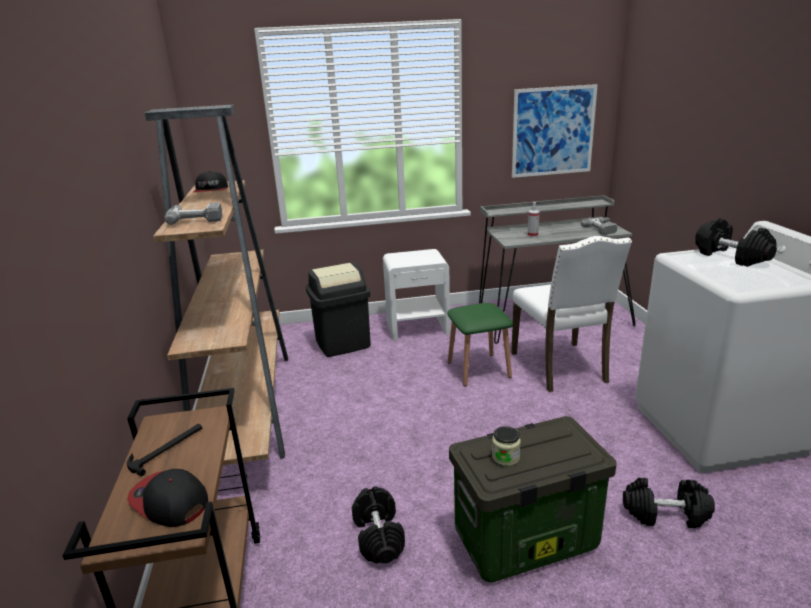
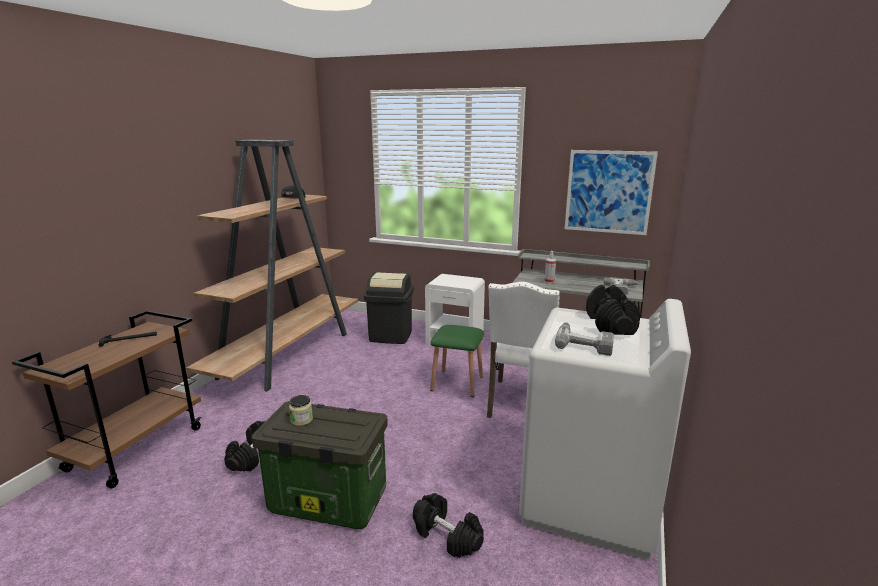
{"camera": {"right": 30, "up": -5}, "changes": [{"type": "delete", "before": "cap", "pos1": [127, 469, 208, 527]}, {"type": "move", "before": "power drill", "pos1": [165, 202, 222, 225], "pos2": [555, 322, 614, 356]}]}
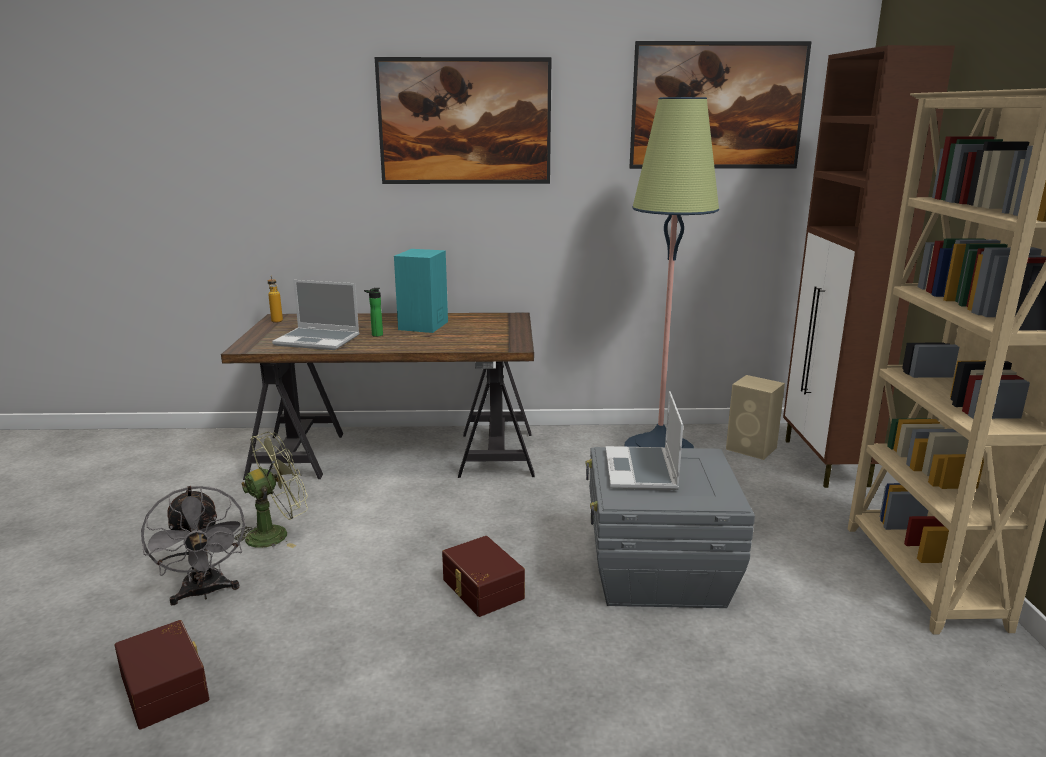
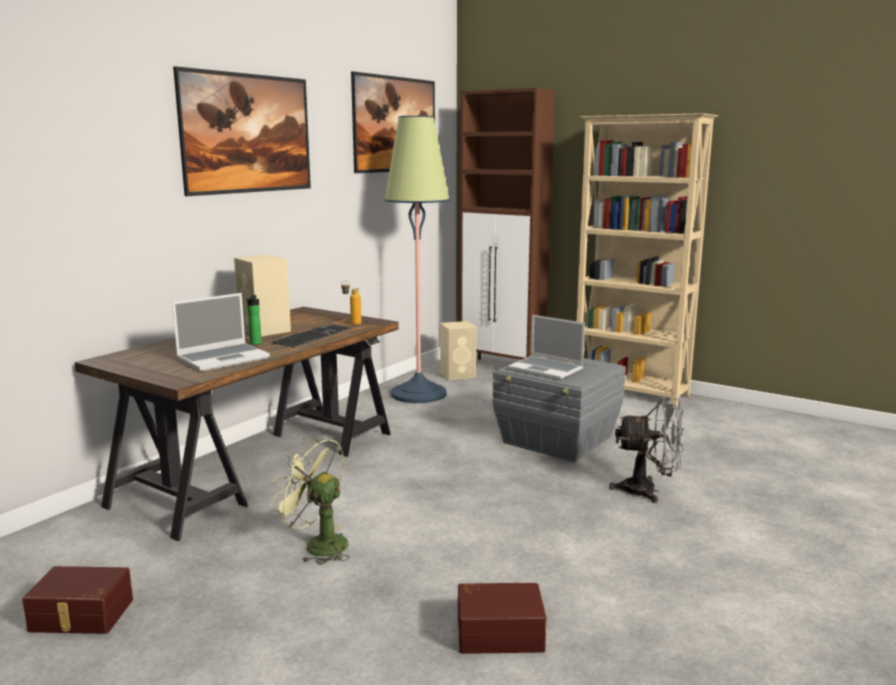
{"camera": {"right": -55, "up": -5}, "changes": [{"type": "move", "before": "grey fan", "pos1": [141, 486, 246, 605], "pos2": [609, 398, 684, 503]}, {"type": "rotate", "before": "green fan", "pos1": [234, 432, 308, 548], "pos2": [270, 436, 349, 565], "turn": -60}, {"type": "move", "before": "bottle", "pos1": [268, 275, 283, 323], "pos2": [341, 281, 362, 325]}, {"type": "recolor", "before": "turquoise speaker", "after": "beige speaker", "pos1": [394, 249, 448, 333], "pos2": [234, 255, 291, 337]}, {"type": "move", "before": "brown storage box", "pos1": [442, 536, 525, 617], "pos2": [22, 566, 133, 634]}, {"type": "insert", "after": "keyboard", "pos2": [271, 324, 352, 348]}]}
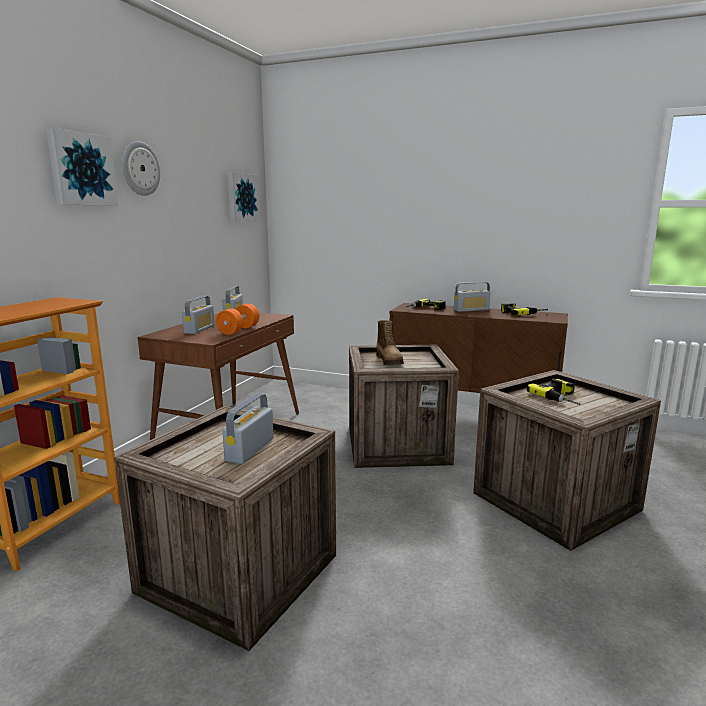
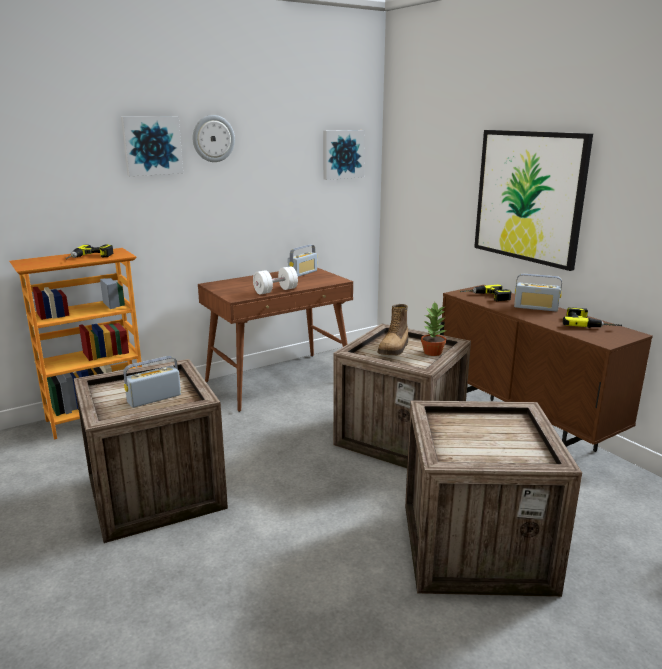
{"camera": {"right": 35, "up": 5}, "changes": [{"type": "delete", "before": "radio", "pos1": [182, 296, 215, 334]}, {"type": "recolor", "before": "orange dumbbell", "after": "white dumbbell", "pos1": [216, 303, 259, 335], "pos2": [253, 266, 298, 294]}, {"type": "move", "before": "power drill", "pos1": [527, 378, 581, 405], "pos2": [65, 244, 114, 259]}, {"type": "insert", "after": "potted plant", "pos2": [421, 303, 447, 356]}, {"type": "insert", "after": "picture", "pos2": [474, 130, 593, 271]}]}
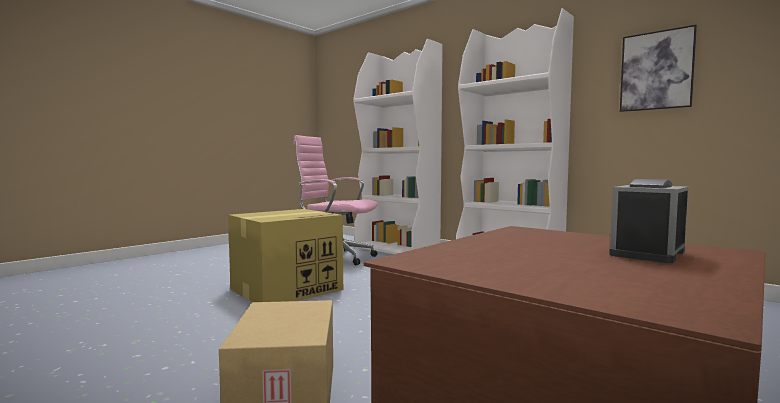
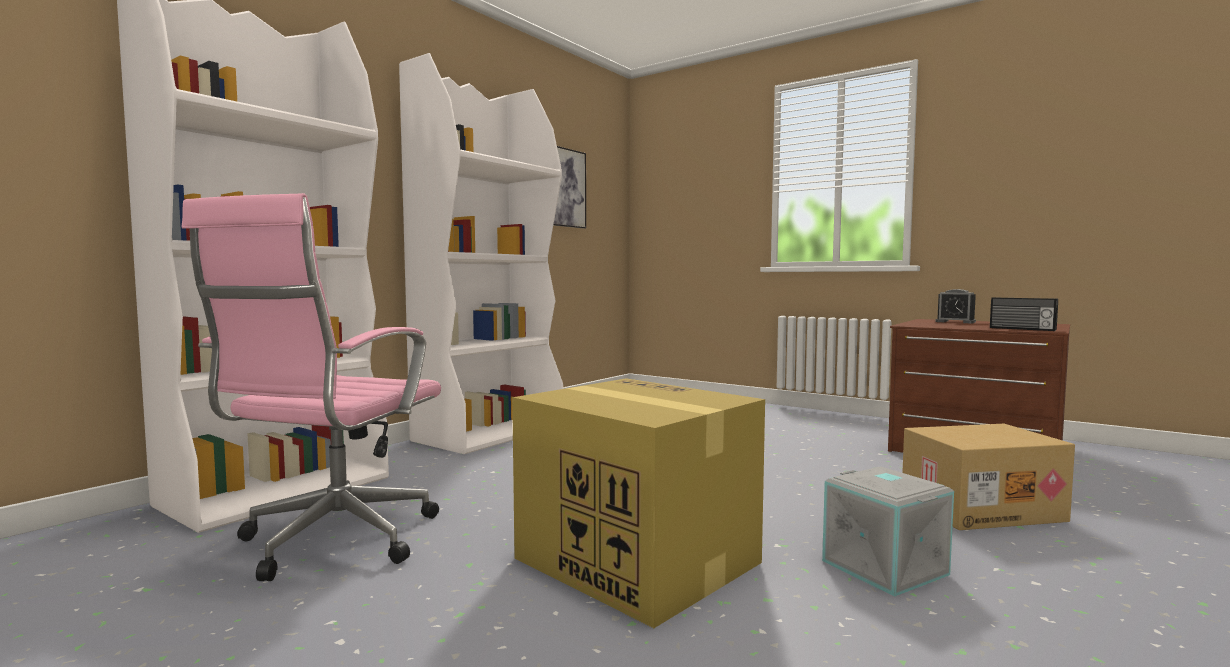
{"camera": {"right": -95, "up": 0}, "changes": [{"type": "insert", "after": "grey storage box", "pos2": [822, 466, 954, 597]}, {"type": "insert", "after": "radio", "pos2": [990, 297, 1058, 331]}]}
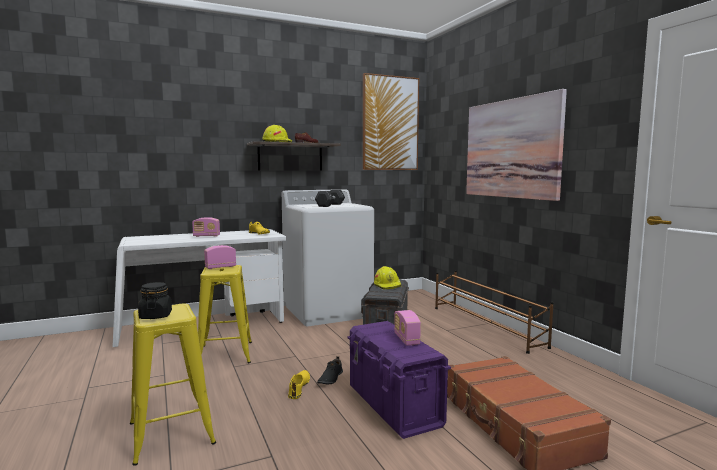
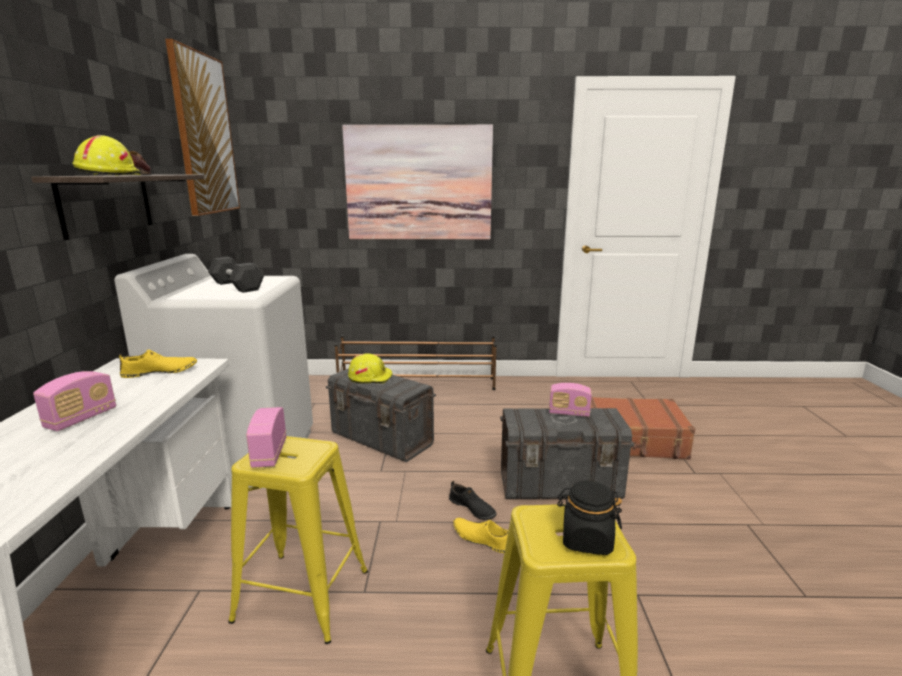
{"camera": {"right": -65, "up": 10}, "changes": [{"type": "recolor", "before": "purple storage box", "after": "grey storage box", "pos1": [347, 321, 451, 439], "pos2": [500, 408, 634, 499]}]}
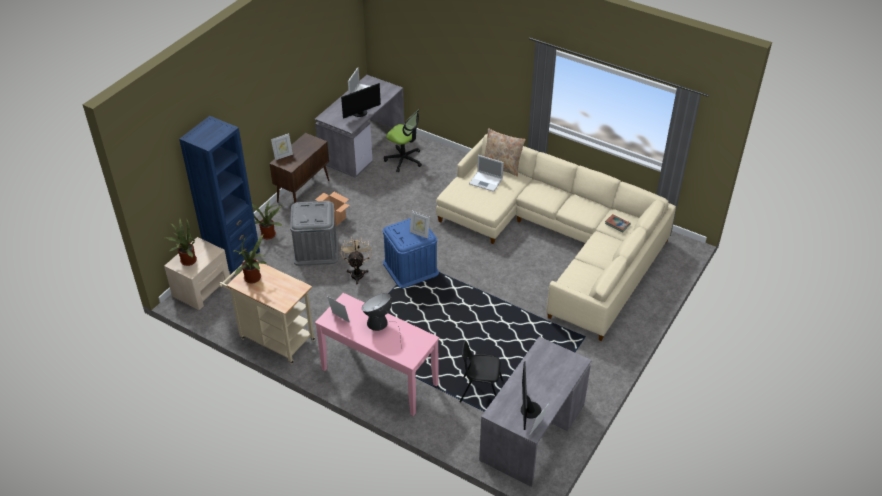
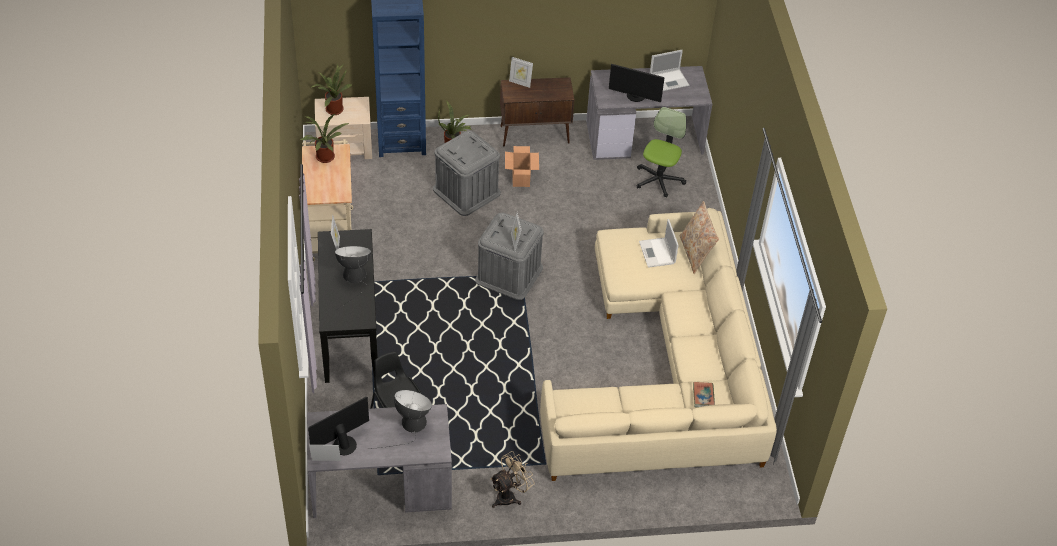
{"camera": {"right": 50, "up": 5}, "changes": [{"type": "recolor", "before": "pink console table", "after": "black console table", "pos1": [315, 293, 439, 416], "pos2": [318, 229, 378, 383]}, {"type": "move", "before": "beige fan", "pos1": [341, 237, 372, 285], "pos2": [490, 451, 535, 508]}, {"type": "recolor", "before": "blue storage box", "after": "grey storage box", "pos1": [383, 218, 439, 288], "pos2": [475, 213, 544, 300]}, {"type": "rotate", "before": "office chair", "pos1": [384, 109, 422, 172], "pos2": [637, 107, 686, 198], "turn": -150}, {"type": "insert", "after": "table lamp", "pos2": [370, 390, 432, 449]}]}
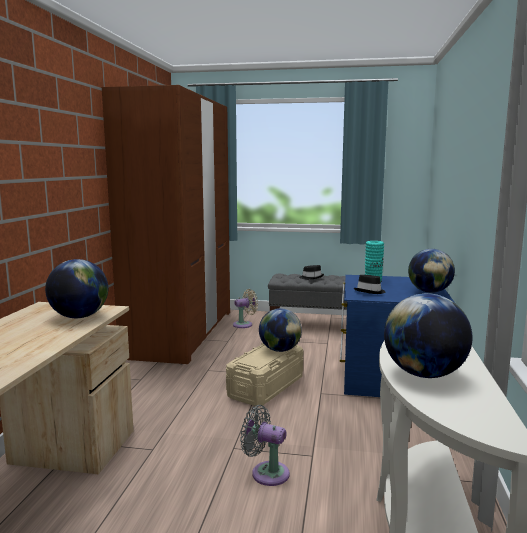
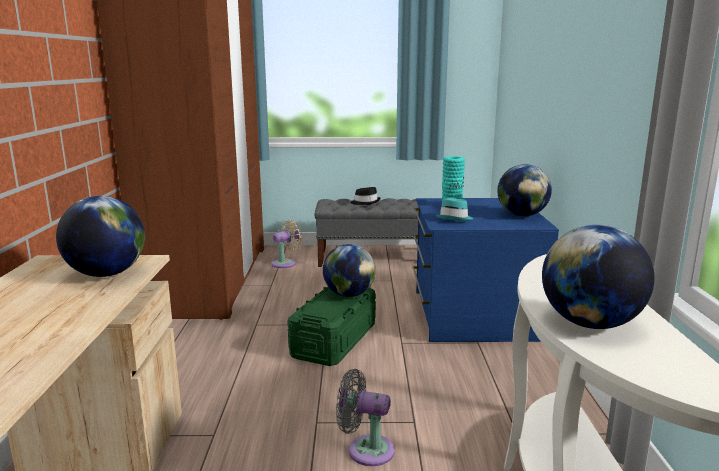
{"camera": {"right": -10, "up": 5}, "changes": [{"type": "recolor", "before": "beige storage box", "after": "green storage box", "pos1": [226, 343, 303, 406], "pos2": [287, 287, 376, 366]}, {"type": "recolor", "before": "black hat", "after": "turquoise hat", "pos1": [354, 275, 385, 294], "pos2": [436, 198, 473, 221]}]}
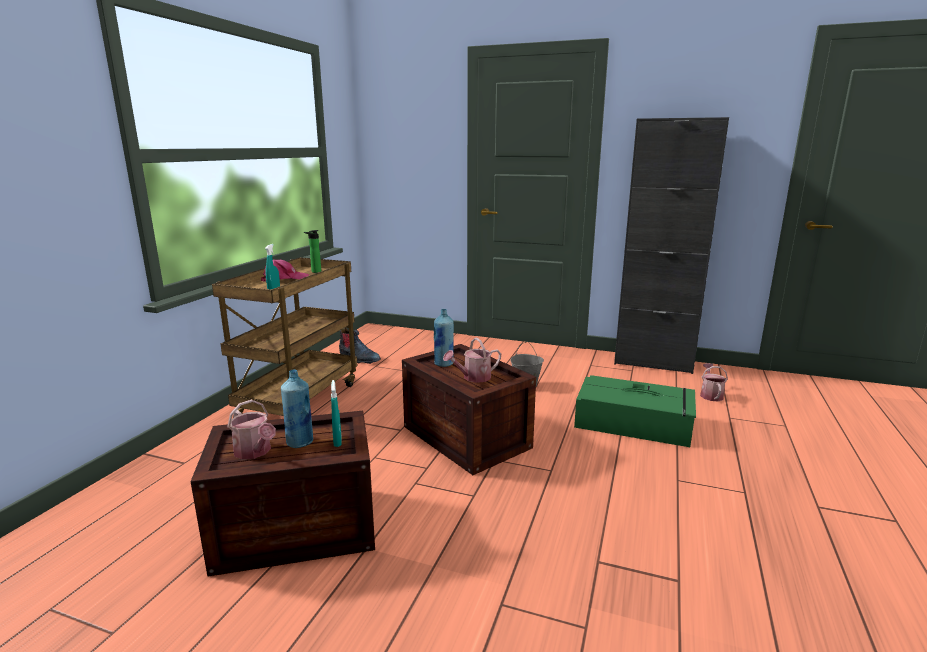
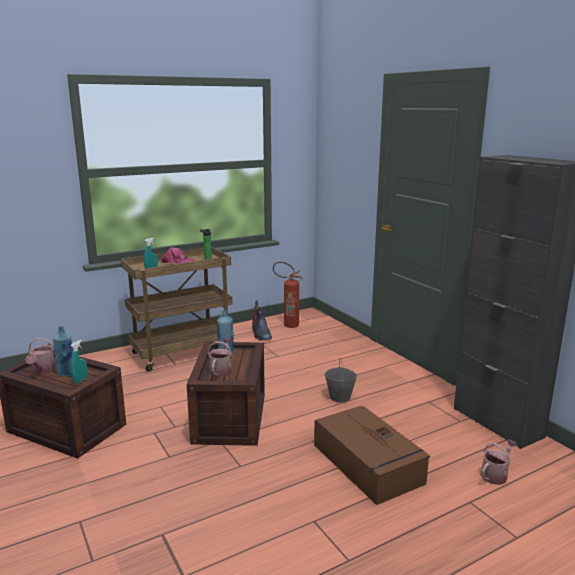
{"camera": {"right": 40, "up": 0}, "changes": [{"type": "rotate", "before": "watering can", "pos1": [443, 338, 501, 383], "pos2": [208, 338, 233, 378], "turn": 90}, {"type": "recolor", "before": "green storage box", "after": "brown storage box", "pos1": [574, 375, 696, 447], "pos2": [314, 406, 430, 505]}, {"type": "insert", "after": "fire extinguisher", "pos2": [273, 262, 302, 328]}]}
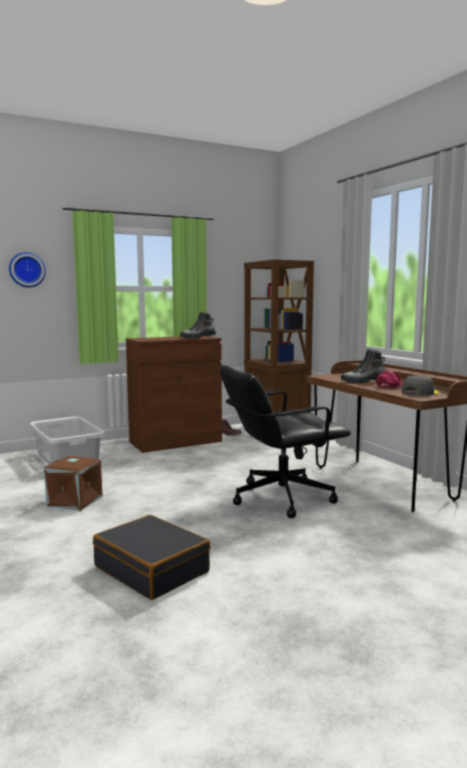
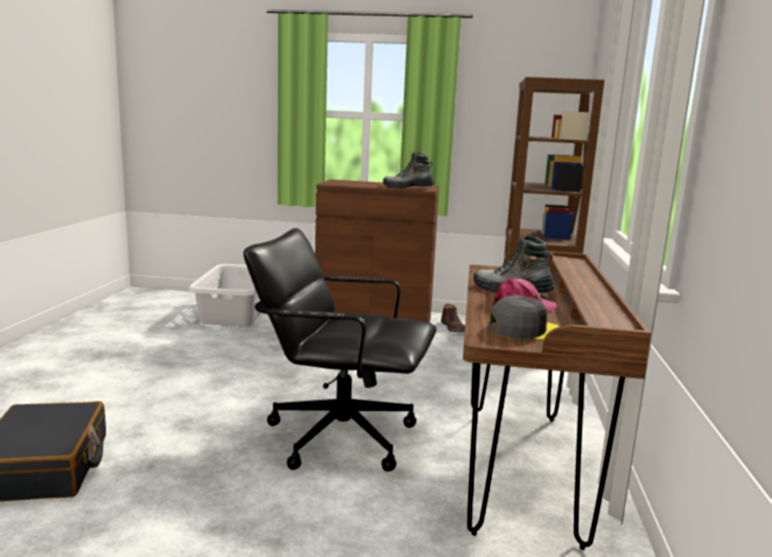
{"camera": {"right": 35, "up": 5}, "changes": [{"type": "delete", "before": "wall clock", "pos1": [9, 252, 46, 287]}, {"type": "delete", "before": "brown storage box", "pos1": [44, 456, 103, 511]}]}
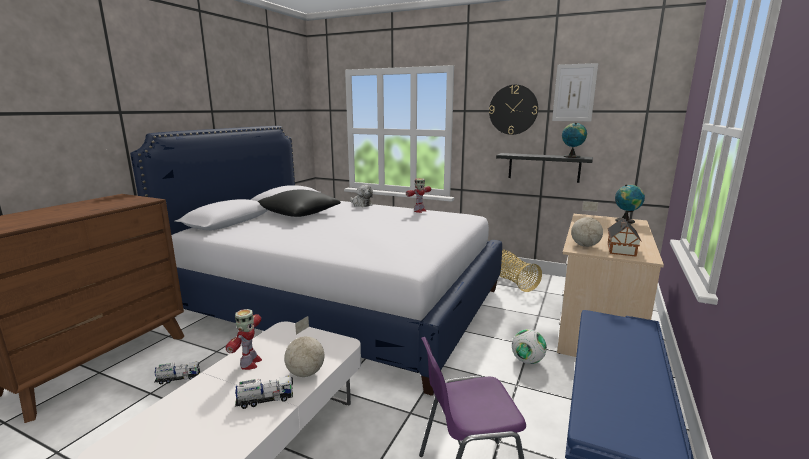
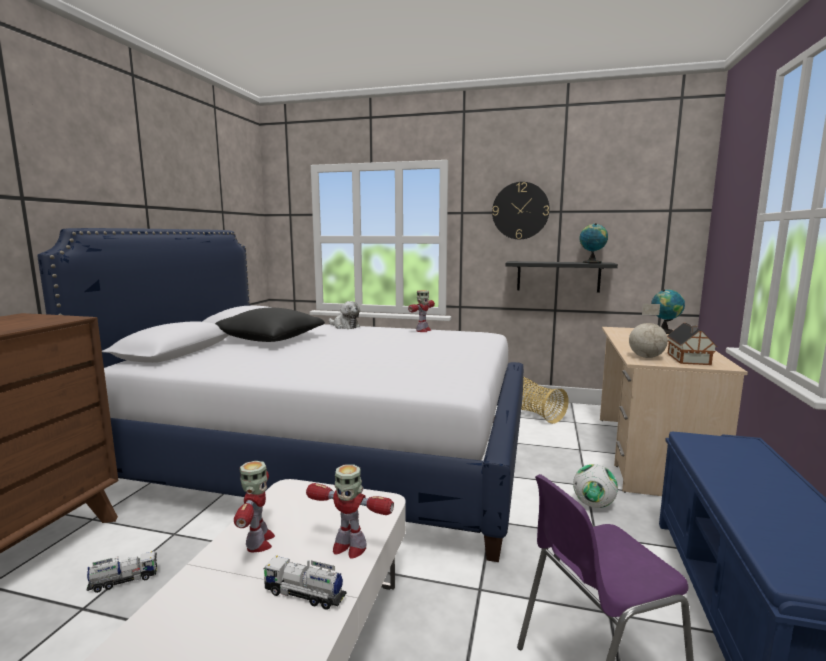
{"camera": {"right": -10, "up": -5}, "changes": [{"type": "rotate", "before": "toy truck", "pos1": [235, 376, 293, 409], "pos2": [263, 556, 347, 610], "turn": -135}, {"type": "replace", "before": "globe", "after": "toy robot", "pos1": [284, 316, 324, 377], "pos2": [306, 464, 394, 559]}, {"type": "delete", "before": "picture", "pos1": [552, 63, 598, 121]}]}
